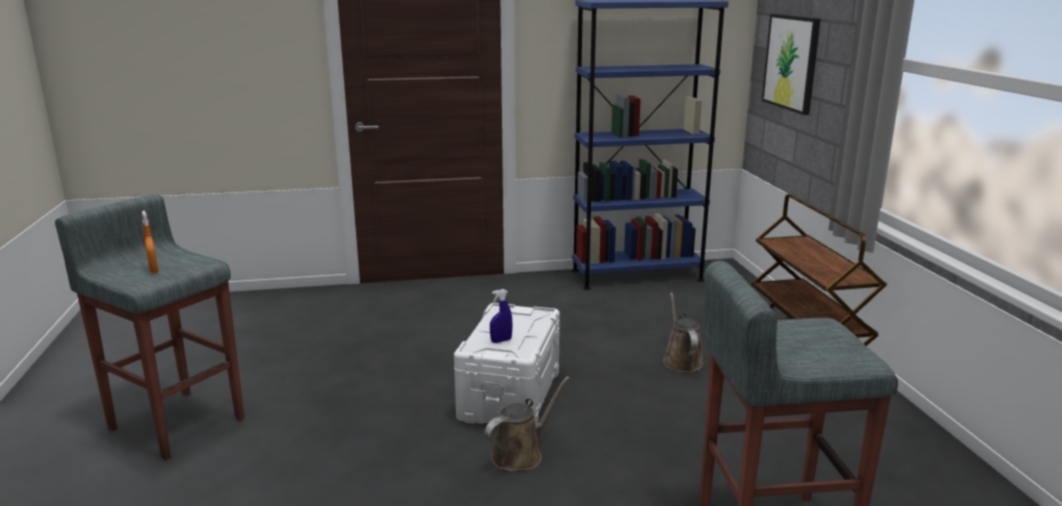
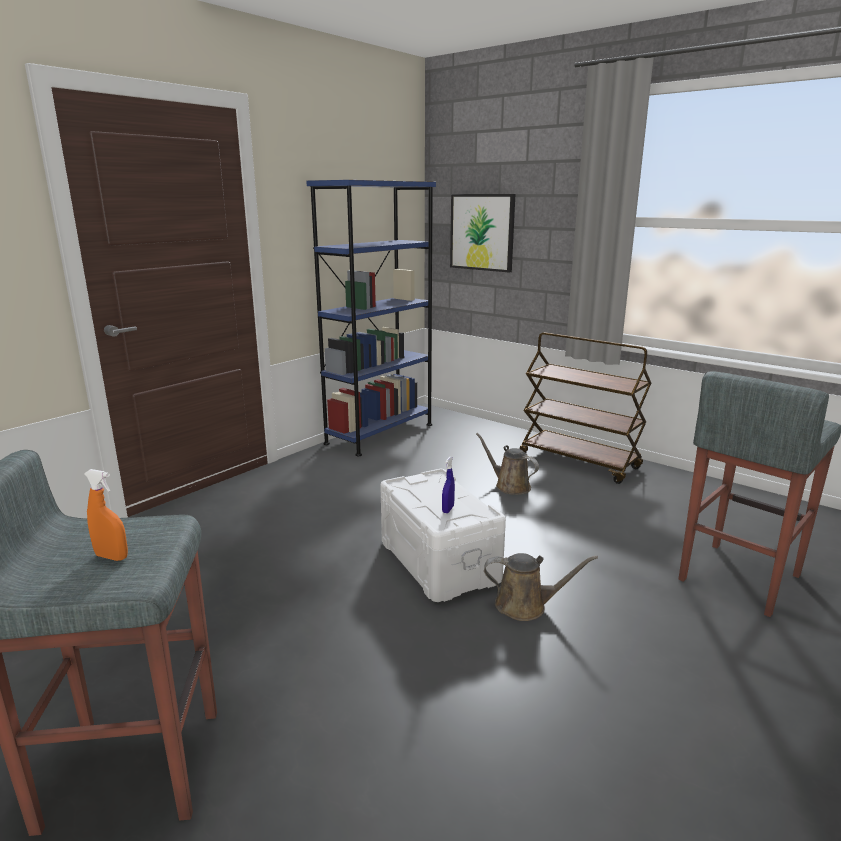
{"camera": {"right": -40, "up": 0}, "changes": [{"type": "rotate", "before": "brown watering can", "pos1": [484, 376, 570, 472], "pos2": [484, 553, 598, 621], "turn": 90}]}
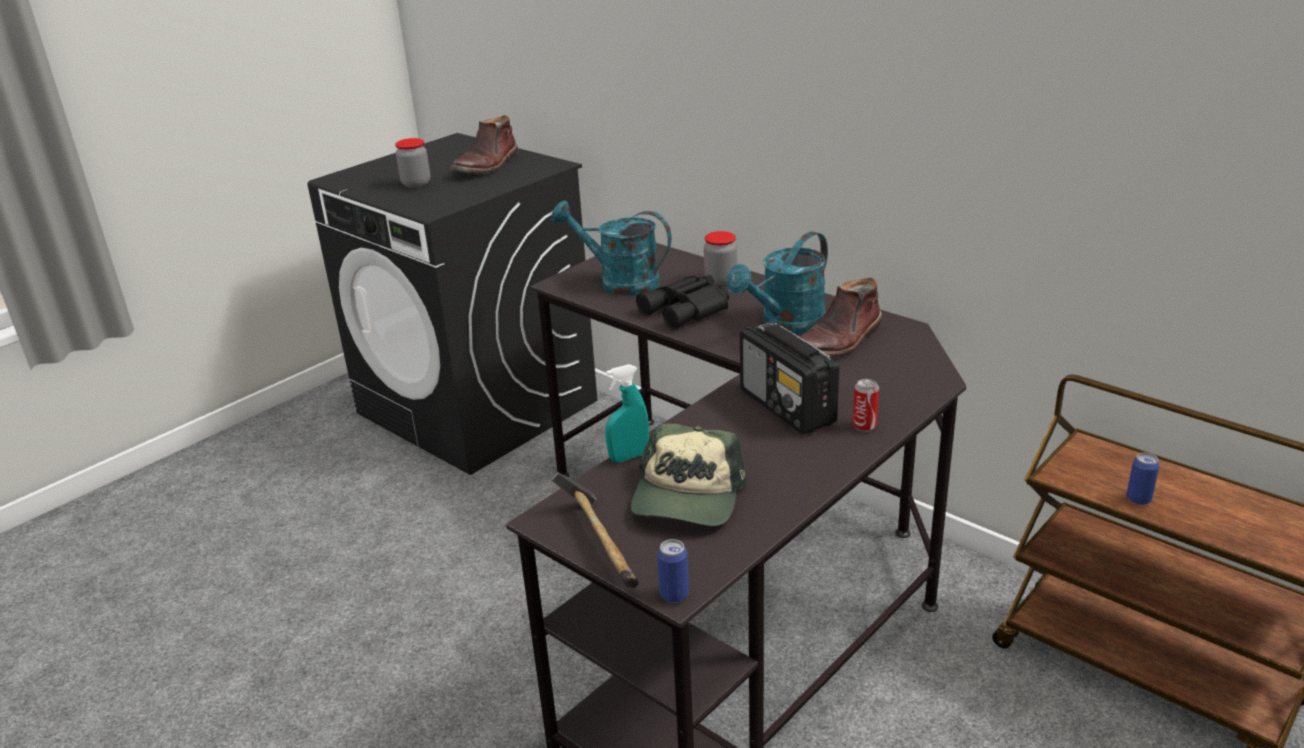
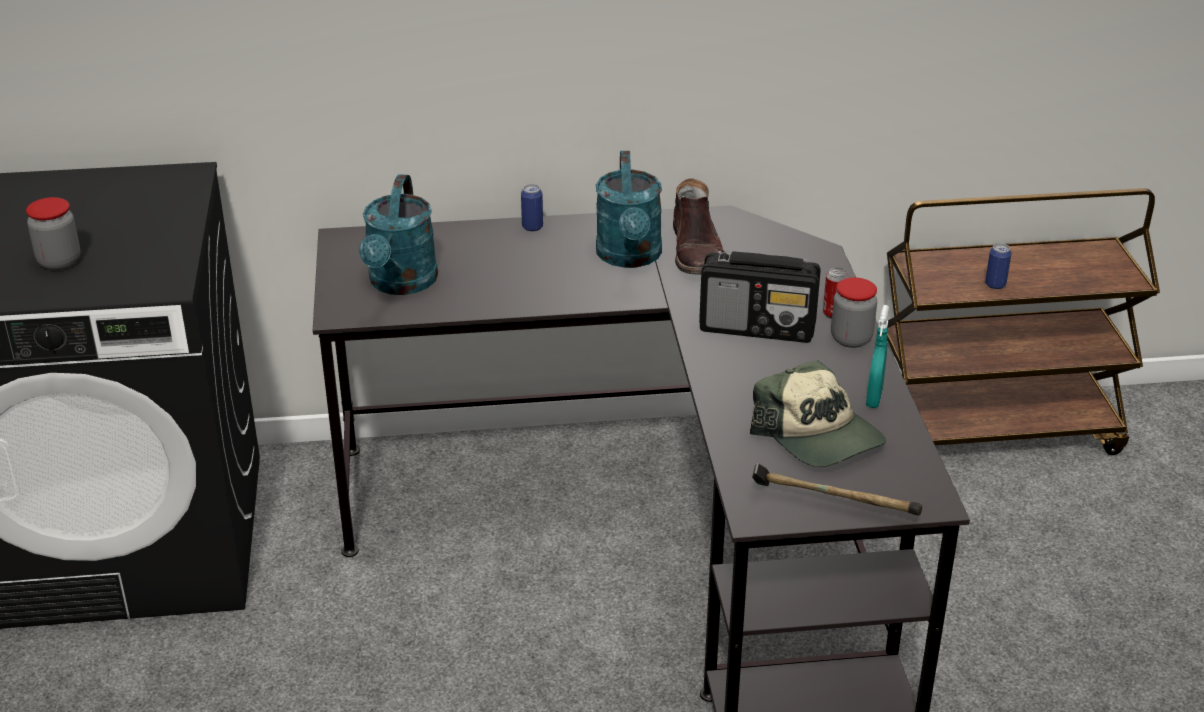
{"camera": {"right": -50, "up": 5}, "changes": [{"type": "delete", "before": "brown boot", "pos1": [451, 115, 519, 174]}, {"type": "rotate", "before": "turquoise watering can", "pos1": [551, 200, 672, 296], "pos2": [359, 174, 438, 295], "turn": -60}, {"type": "move", "before": "turquoise spray bottle", "pos1": [605, 364, 649, 462], "pos2": [866, 305, 889, 408]}, {"type": "delete", "before": "black binoculars", "pos1": [636, 275, 729, 330]}, {"type": "move", "before": "can", "pos1": [657, 539, 689, 603], "pos2": [521, 184, 543, 232]}, {"type": "move", "before": "jar", "pos1": [704, 231, 737, 285], "pos2": [831, 277, 877, 348]}]}
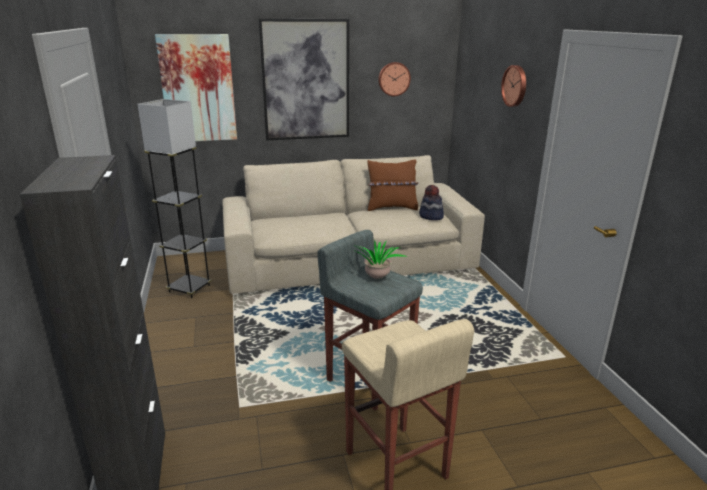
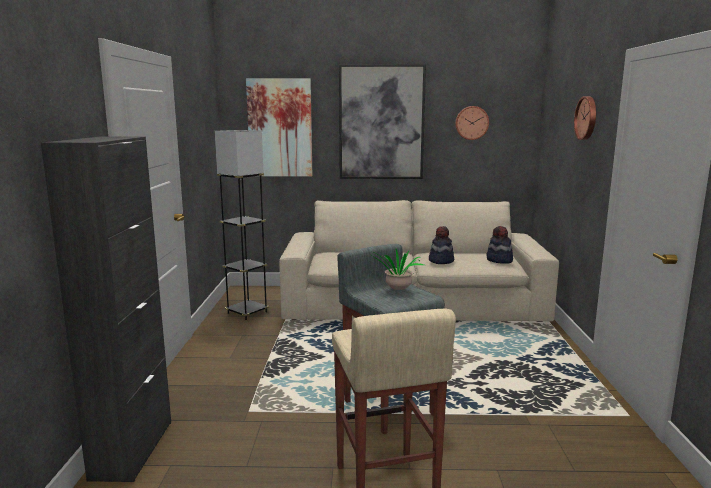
{"camera": {"right": 15, "up": -10}, "changes": [{"type": "delete", "before": "brown pillow", "pos1": [367, 159, 418, 211]}, {"type": "insert", "after": "hat", "pos2": [429, 226, 454, 264]}]}
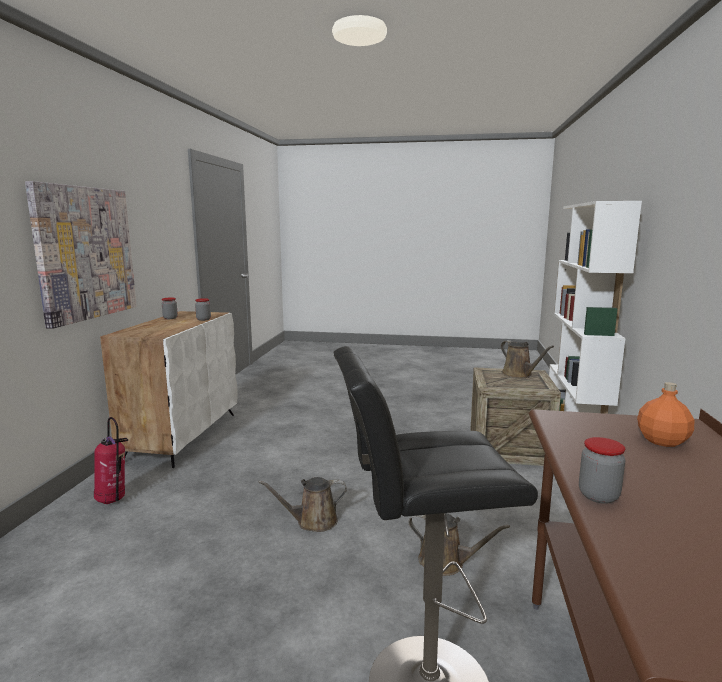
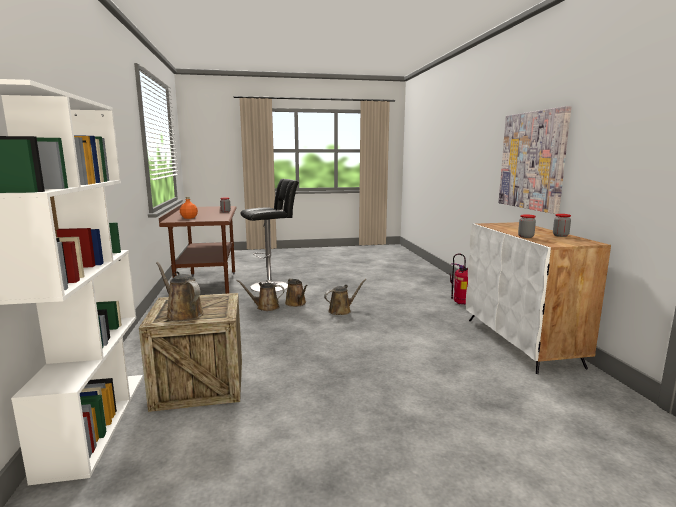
{"camera": {"right": 160, "up": 0}, "changes": [{"type": "insert", "after": "brown watering can", "pos2": [285, 278, 308, 307]}]}
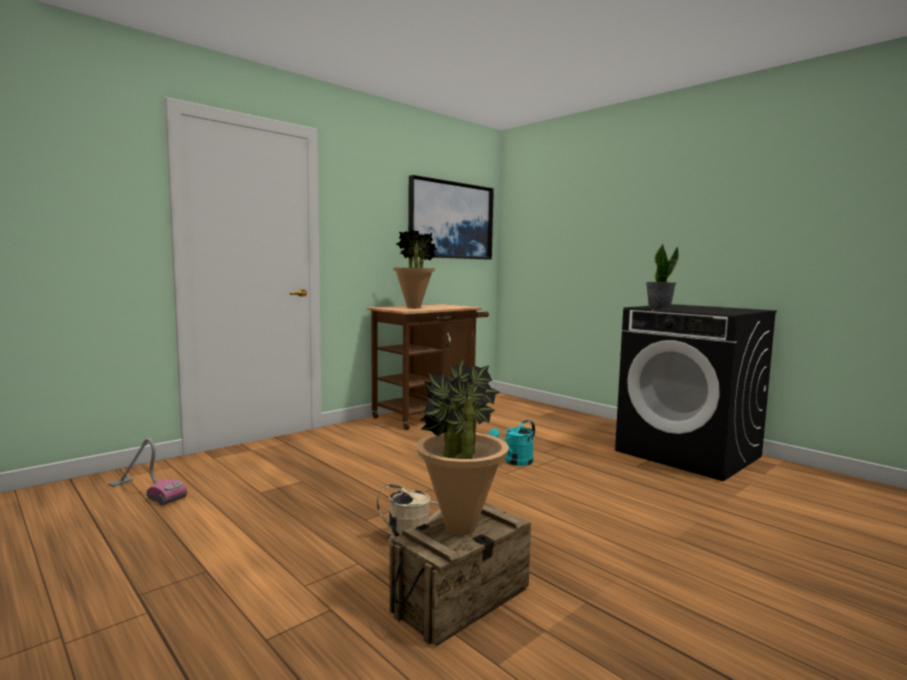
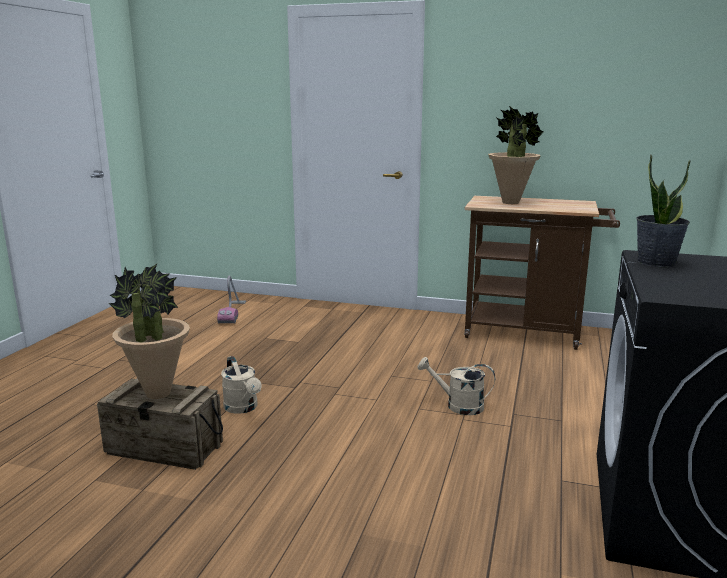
{"camera": {"right": 60, "up": 10}, "changes": [{"type": "delete", "before": "picture", "pos1": [408, 175, 494, 259]}, {"type": "recolor", "before": "turquoise watering can", "after": "beige watering can", "pos1": [488, 420, 535, 466], "pos2": [418, 357, 495, 415]}]}
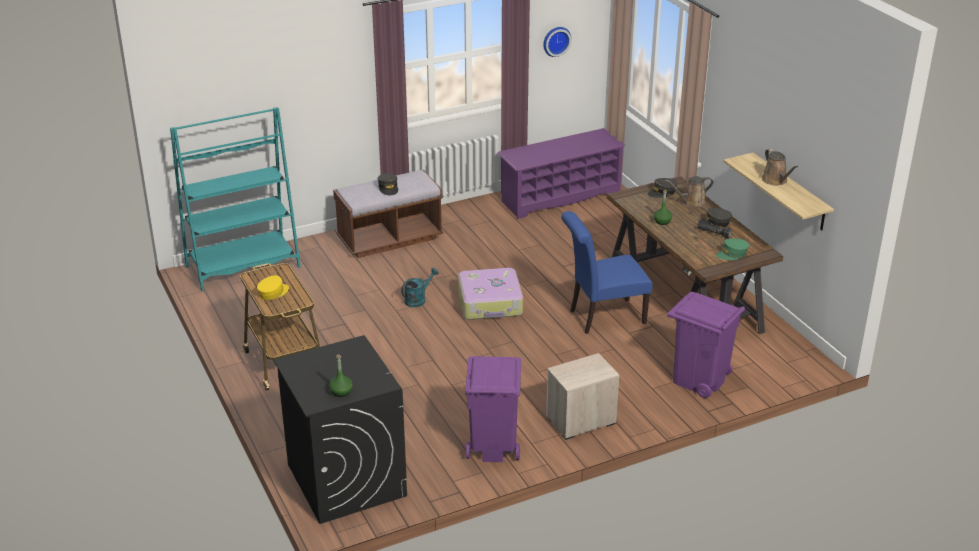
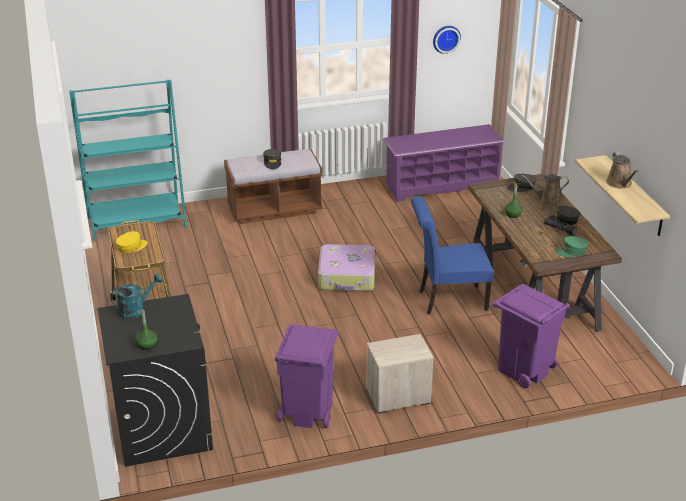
{"camera": {"right": 10, "up": 0}, "changes": [{"type": "move", "before": "turquoise watering can", "pos1": [401, 268, 439, 307], "pos2": [110, 274, 163, 319]}]}
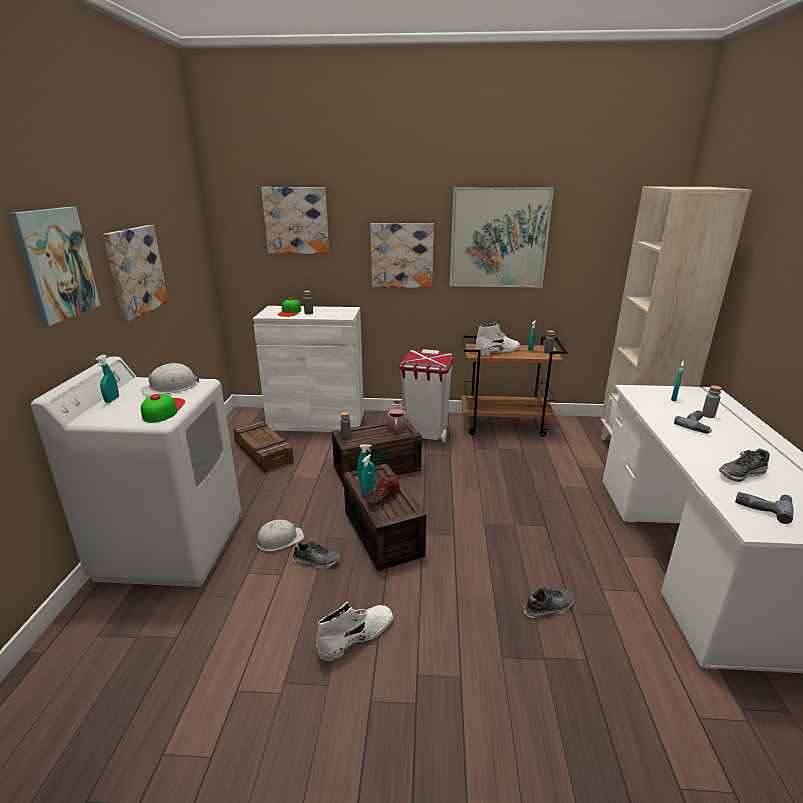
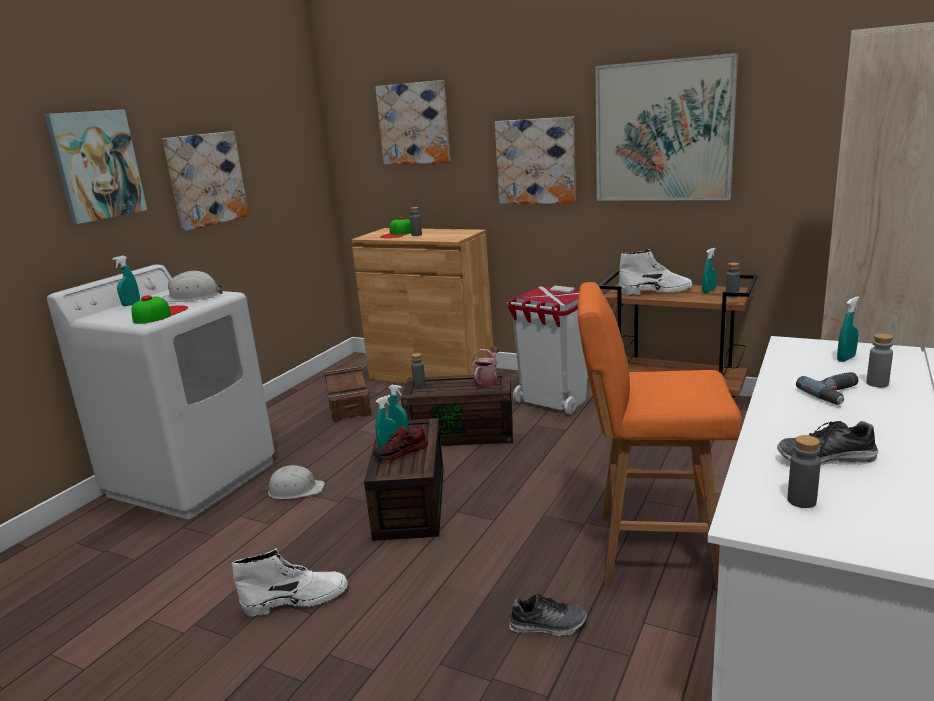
{"camera": {"right": 25, "up": -5}, "changes": [{"type": "recolor", "before": "white cabinet", "after": "brown cabinet", "pos1": [253, 306, 364, 432], "pos2": [351, 228, 494, 384]}, {"type": "delete", "before": "shoe", "pos1": [293, 541, 340, 569]}, {"type": "replace", "before": "power drill", "after": "grey bottle", "pos1": [735, 492, 794, 524], "pos2": [787, 435, 821, 508]}, {"type": "insert", "after": "orange stool", "pos2": [578, 282, 742, 588]}]}
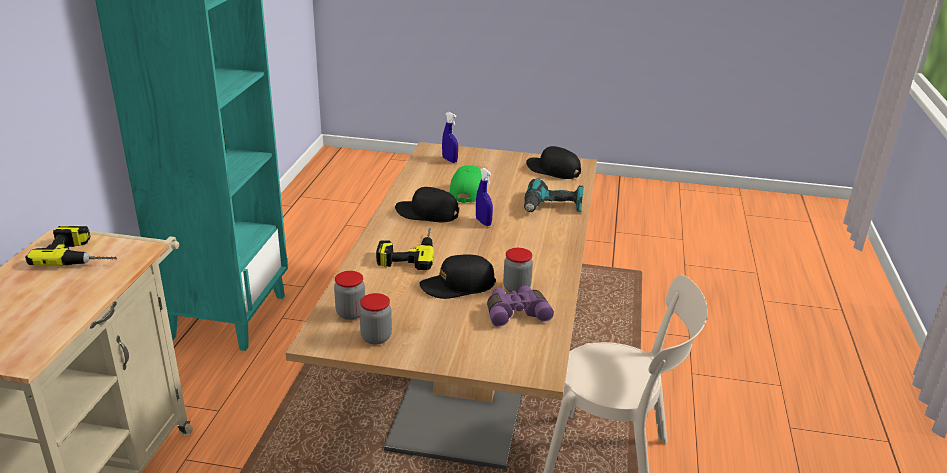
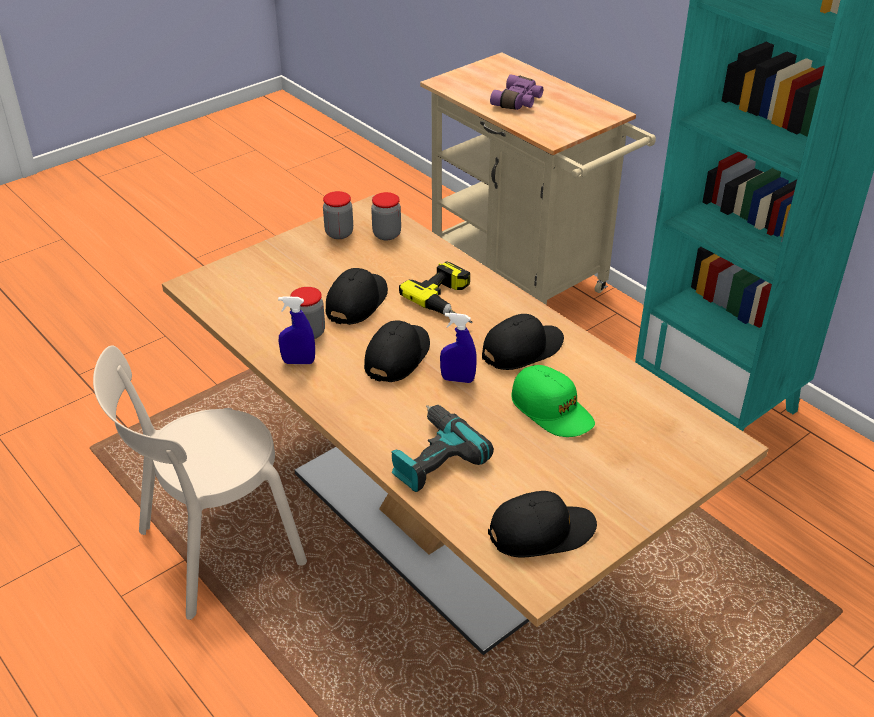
{"camera": {"right": 130, "up": 10}, "changes": [{"type": "delete", "before": "power drill", "pos1": [25, 226, 117, 265]}, {"type": "move", "before": "blue spray bottle", "pos1": [442, 112, 458, 163], "pos2": [278, 296, 315, 364]}, {"type": "move", "before": "purple binoculars", "pos1": [487, 286, 554, 327], "pos2": [490, 74, 543, 110]}, {"type": "insert", "after": "black cap", "pos2": [364, 320, 430, 382]}]}
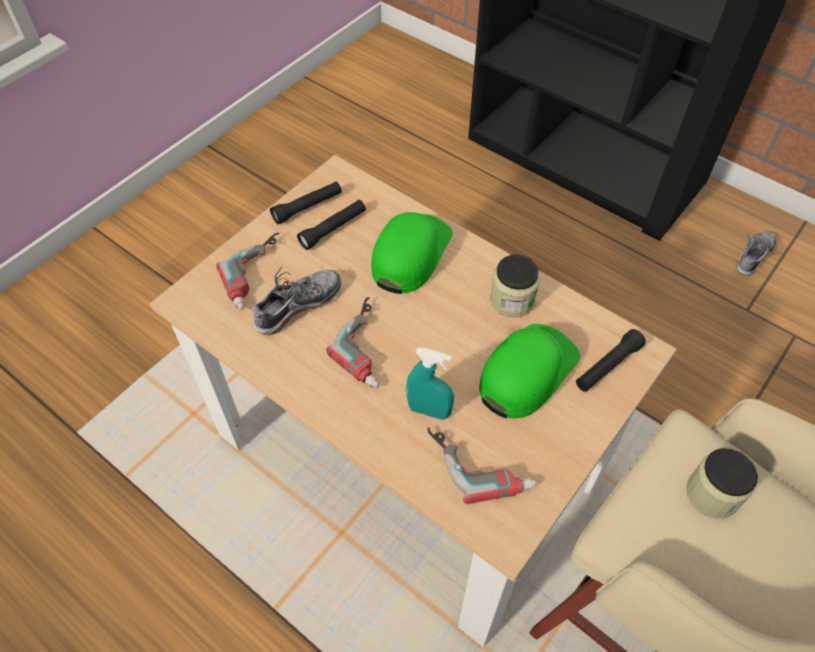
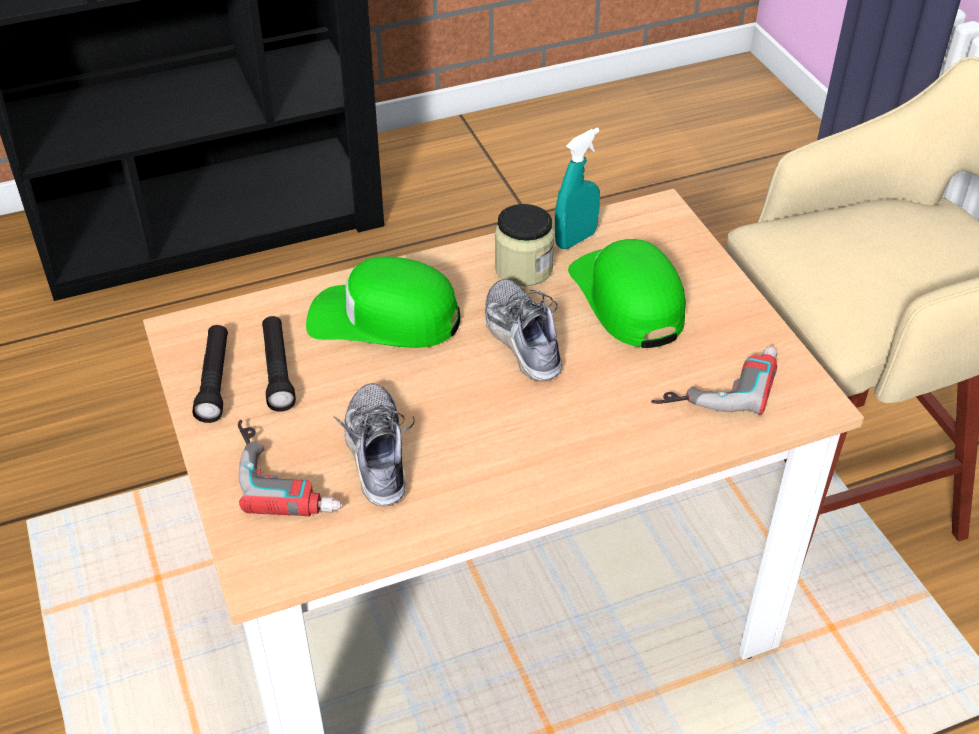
{"camera": {"right": -60, "up": -10}, "changes": [{"type": "delete", "before": "power drill", "pos1": [326, 297, 380, 388]}, {"type": "rotate", "before": "green cap", "pos1": [371, 212, 453, 294], "pos2": [306, 257, 460, 348], "turn": -45}, {"type": "move", "before": "turquoise spray bottle", "pos1": [406, 348, 454, 420], "pos2": [555, 128, 600, 249]}, {"type": "delete", "before": "black flashlight", "pos1": [576, 329, 646, 392]}, {"type": "delete", "before": "jar", "pos1": [686, 448, 758, 519]}, {"type": "move", "before": "shoe", "pos1": [736, 231, 777, 276], "pos2": [485, 279, 562, 381]}]}
